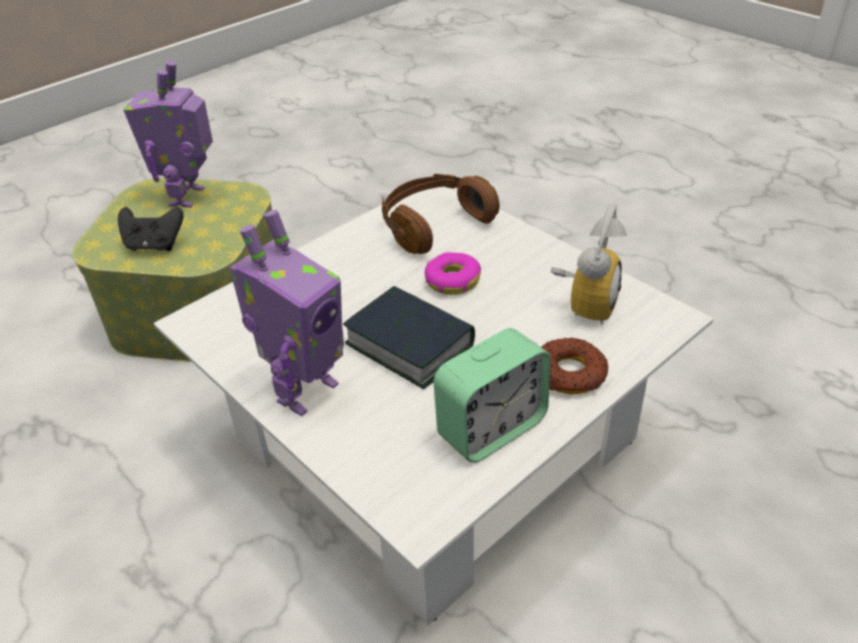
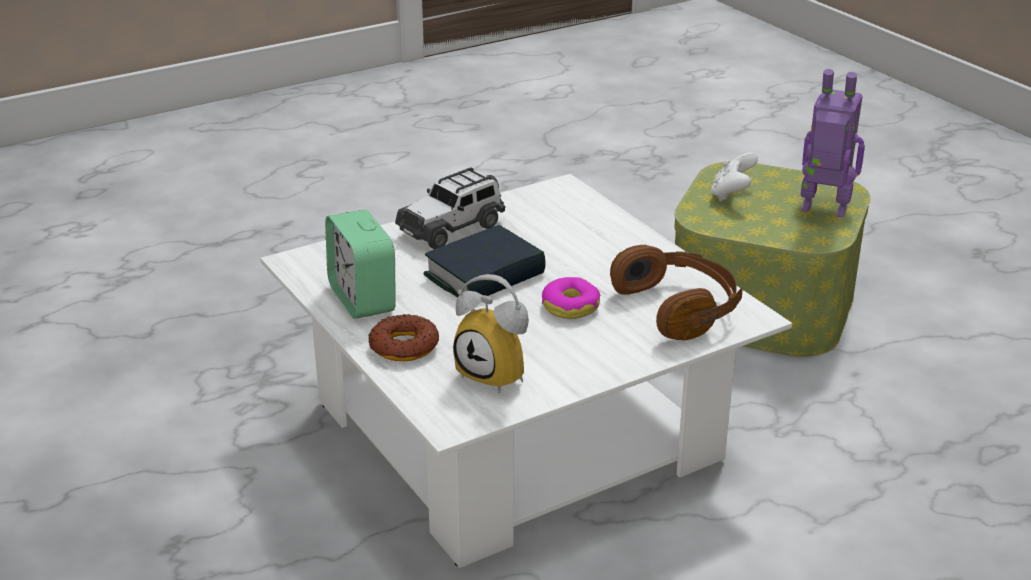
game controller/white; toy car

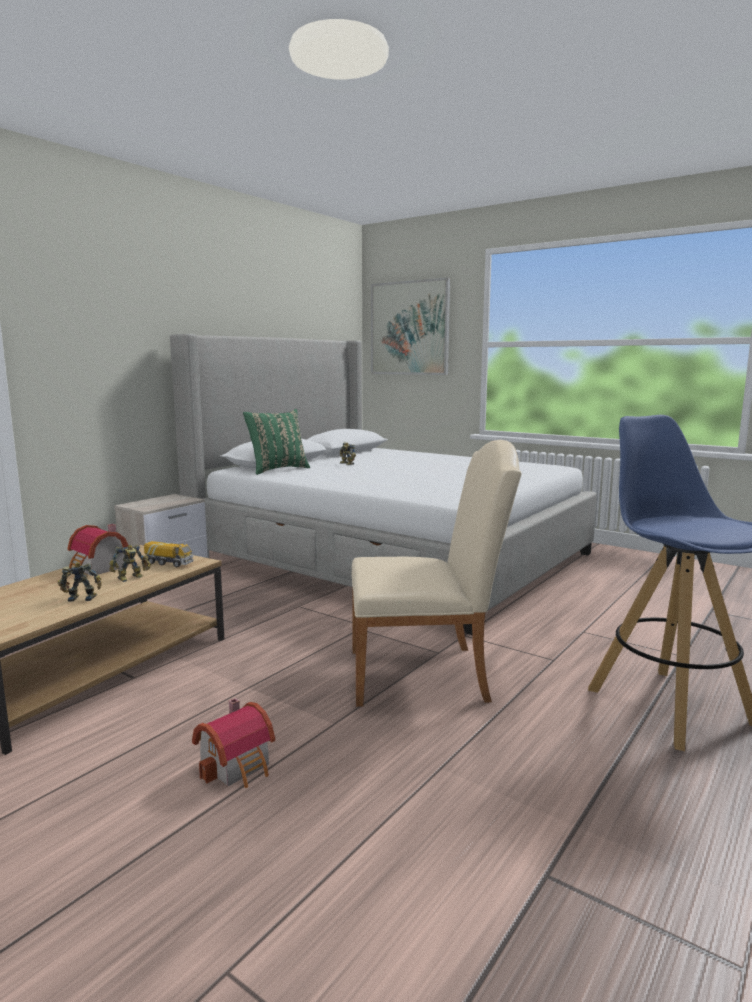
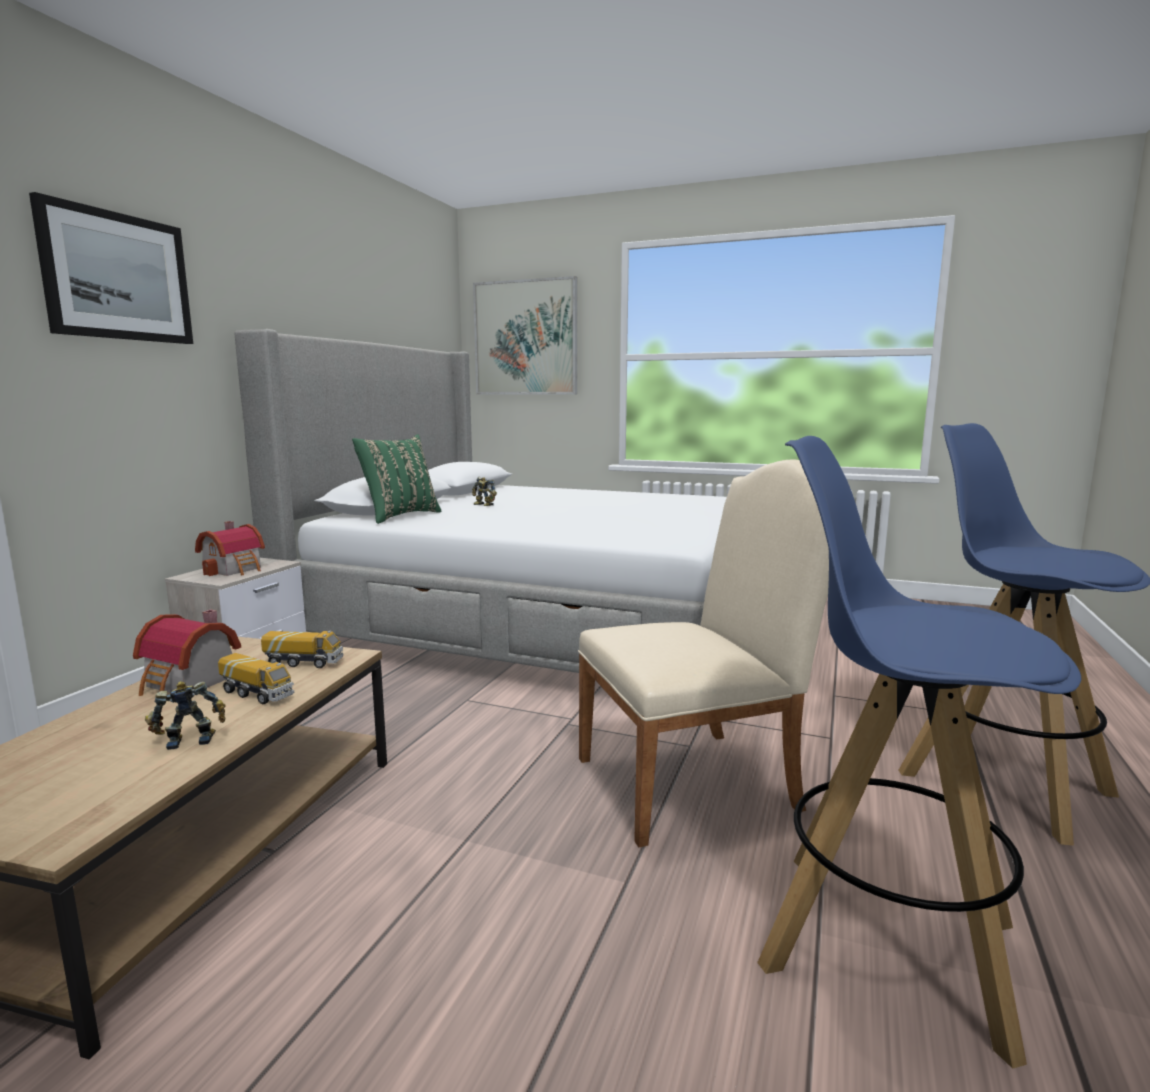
toy truck (no. 1 from left); toy house (no. 2 from left); picture (no. 1 from left); stool/blue (no. 1 from left)

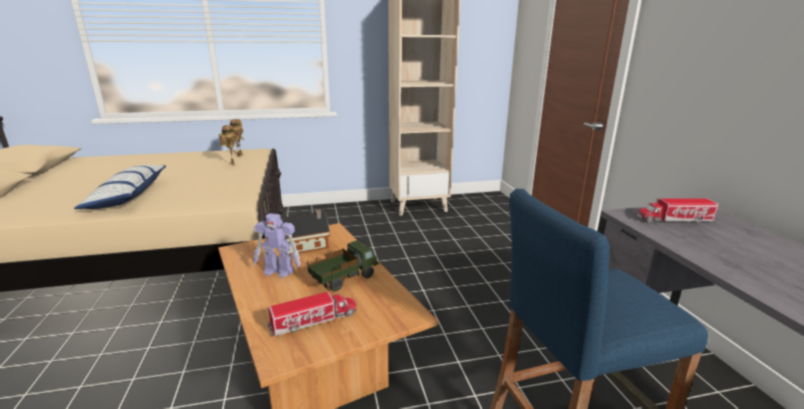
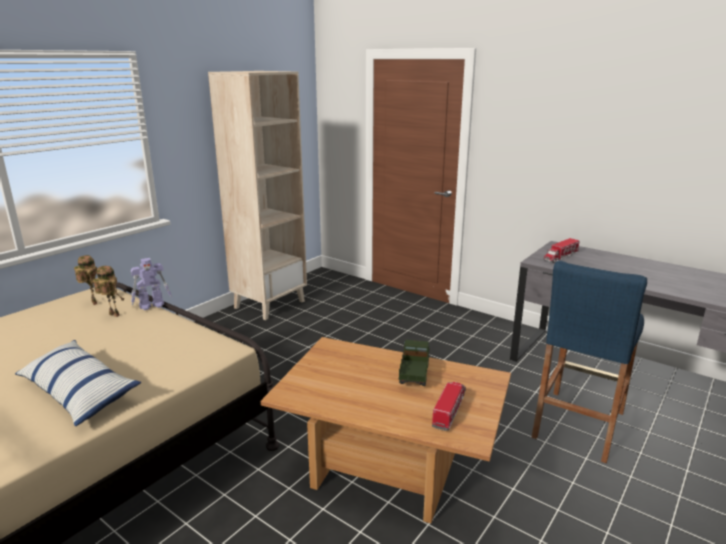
toy house; toy robot (no. 3 from left)

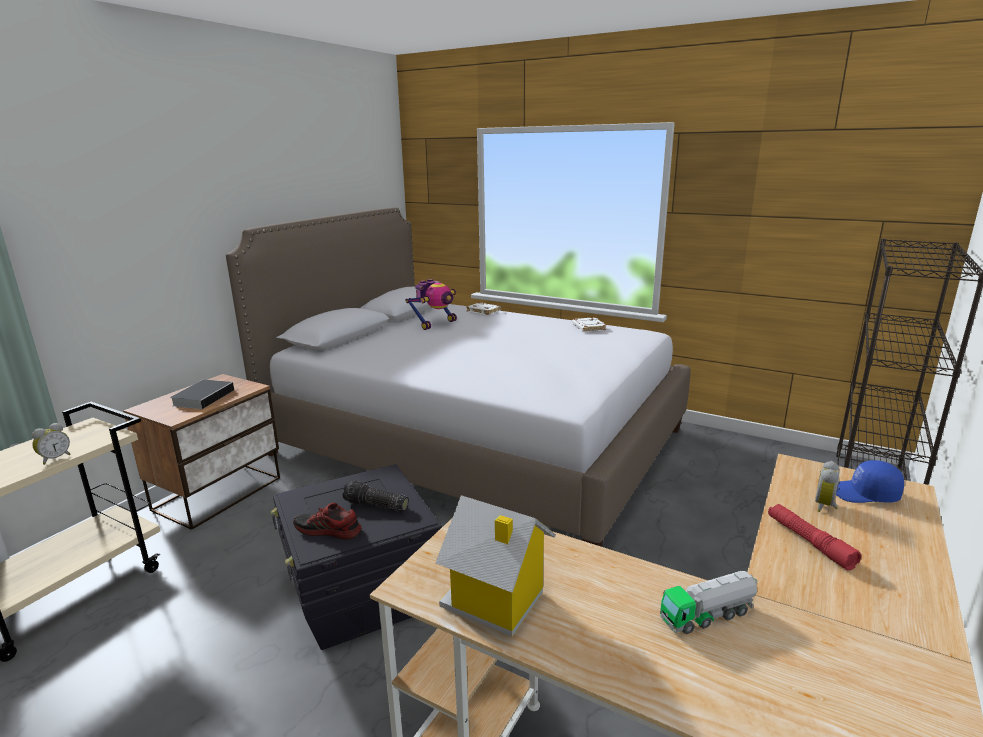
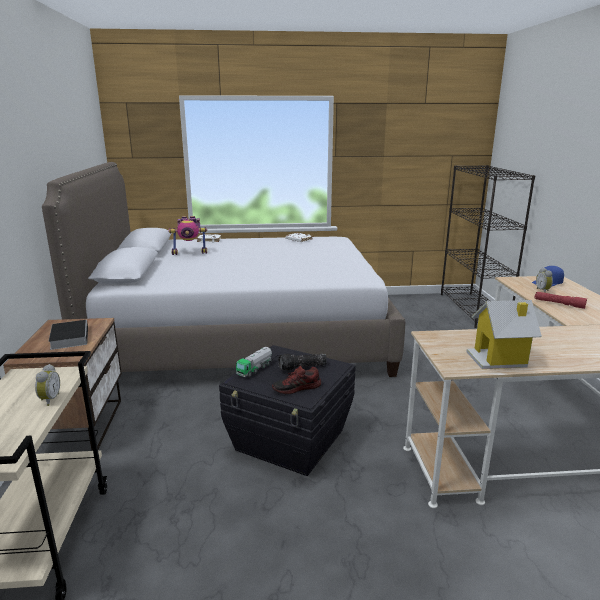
toy robot; toy truck

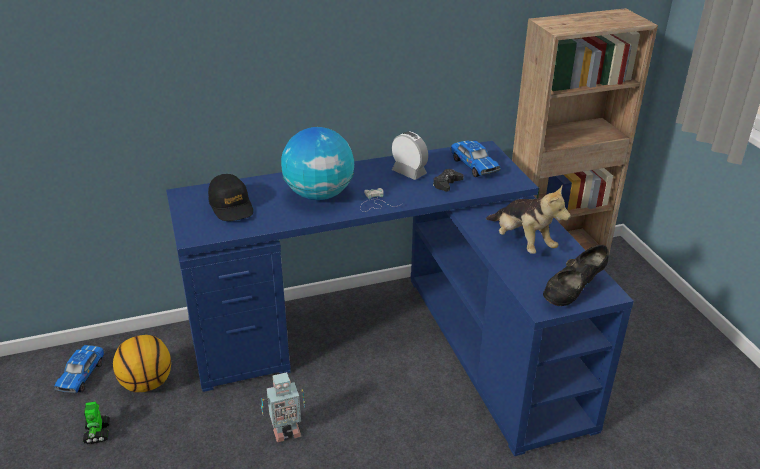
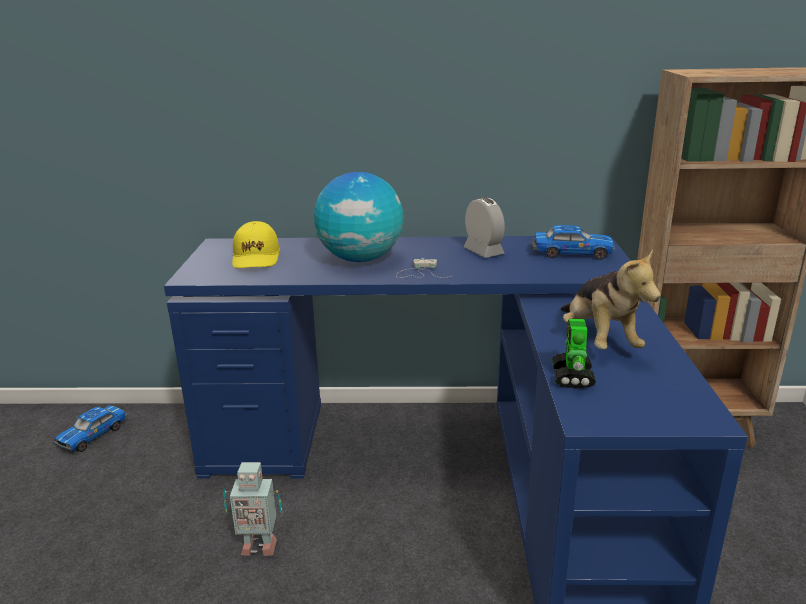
toy car (no. 2 from left); game controller/black; cap/yellow; shoe/black; basketball; toy robot (no. 2 from left)

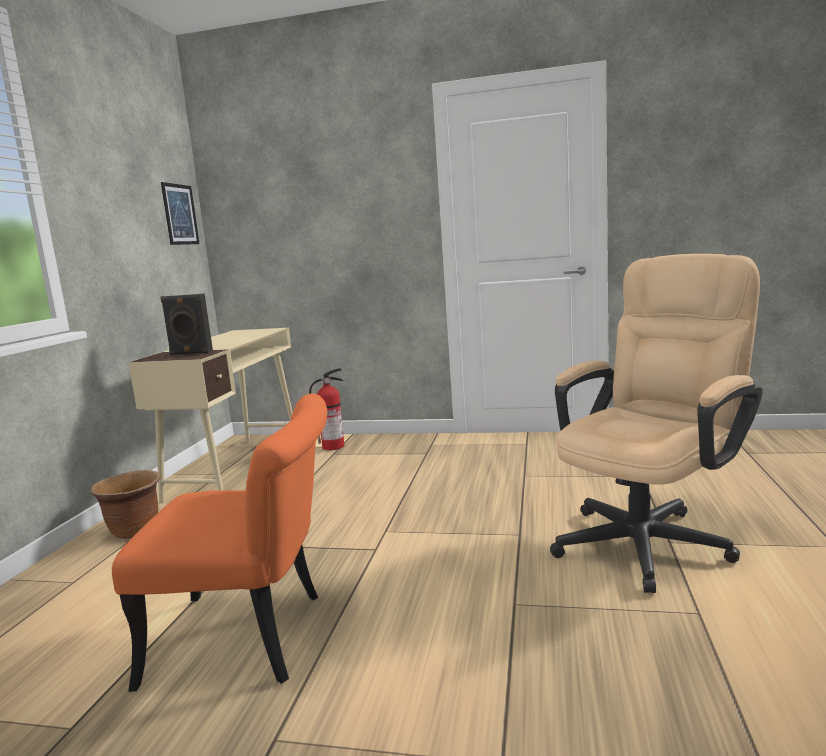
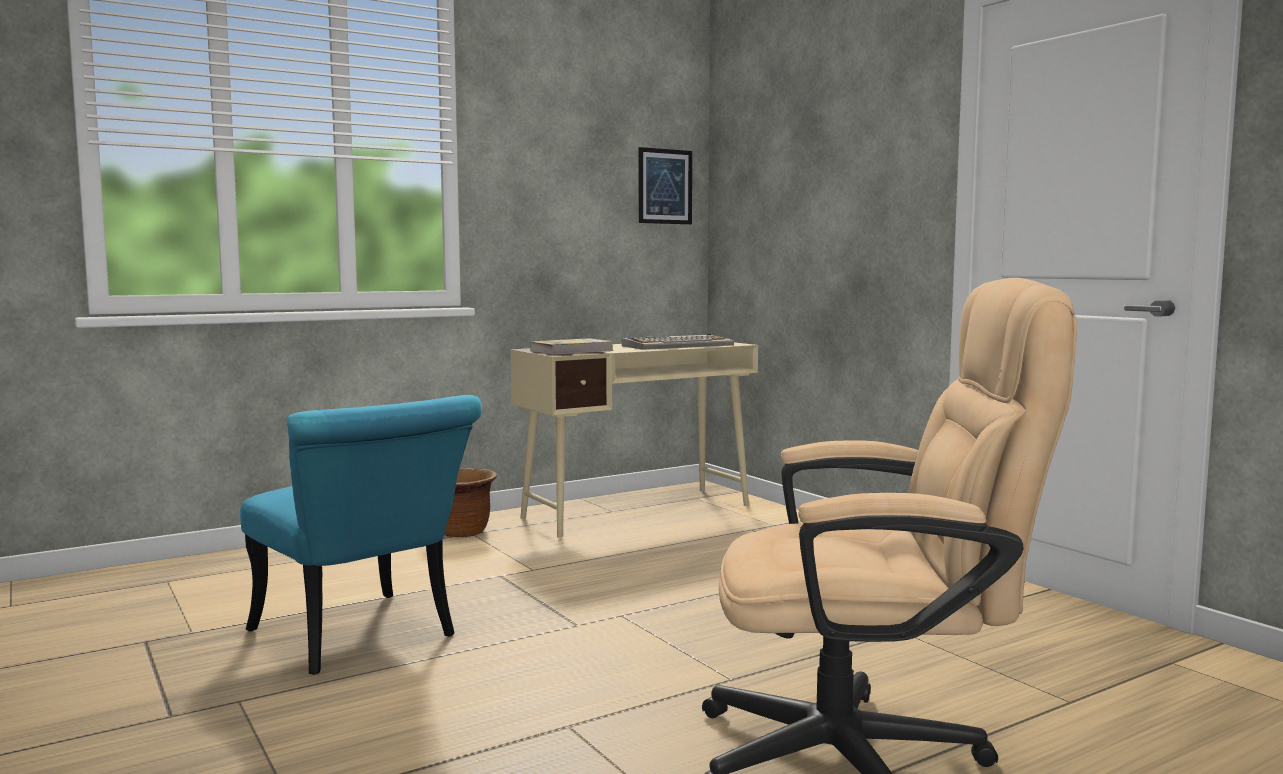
book; fire extinguisher; chair/turquoise; keyboard

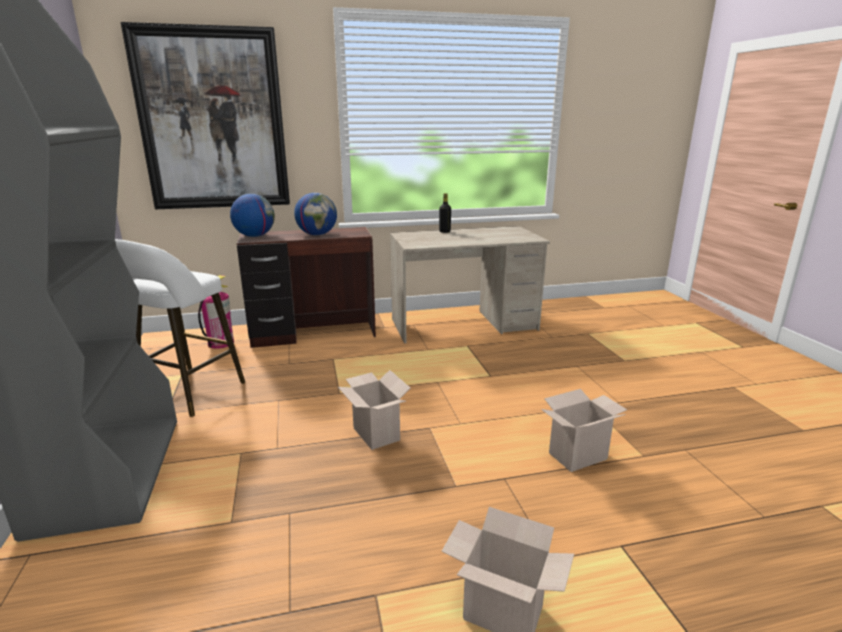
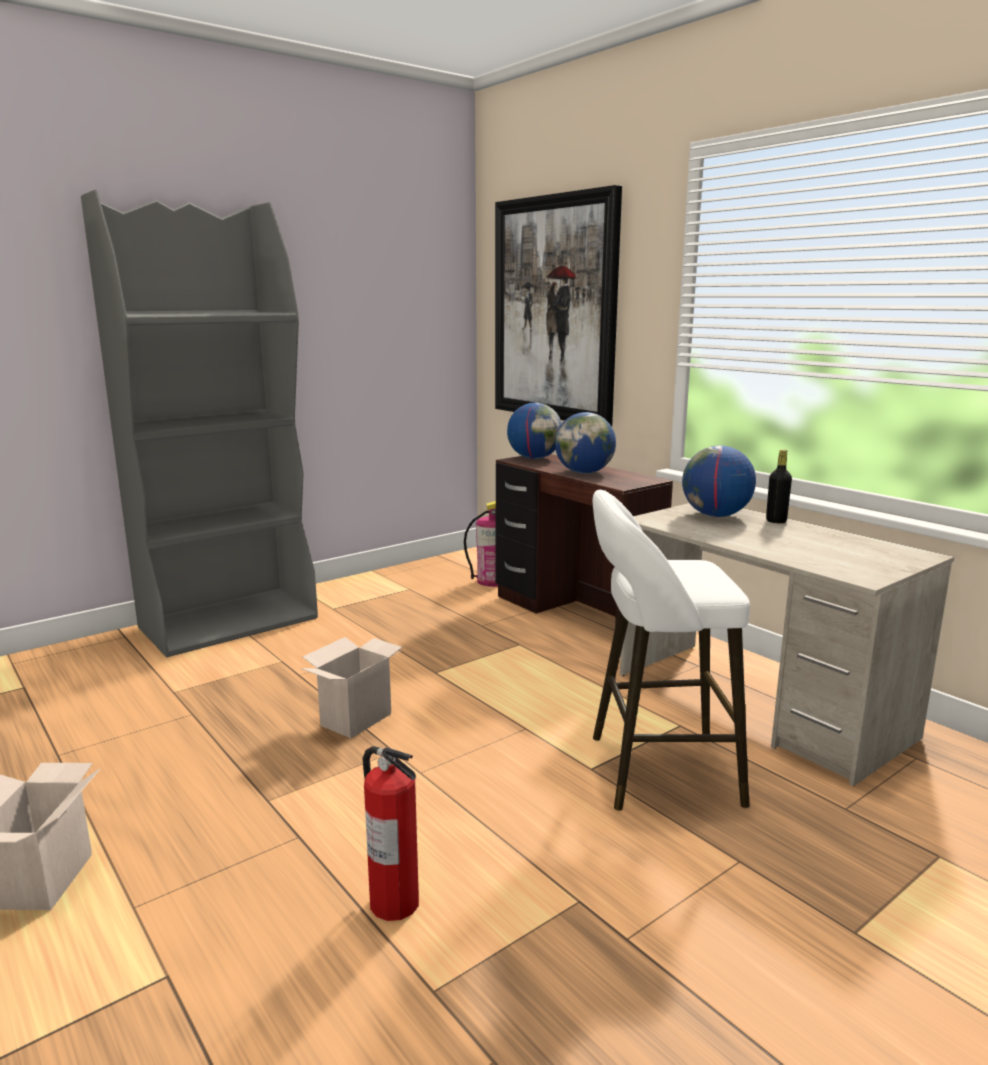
stool/white; fire extinguisher (no. 1 from left); globe (no. 3 from left)

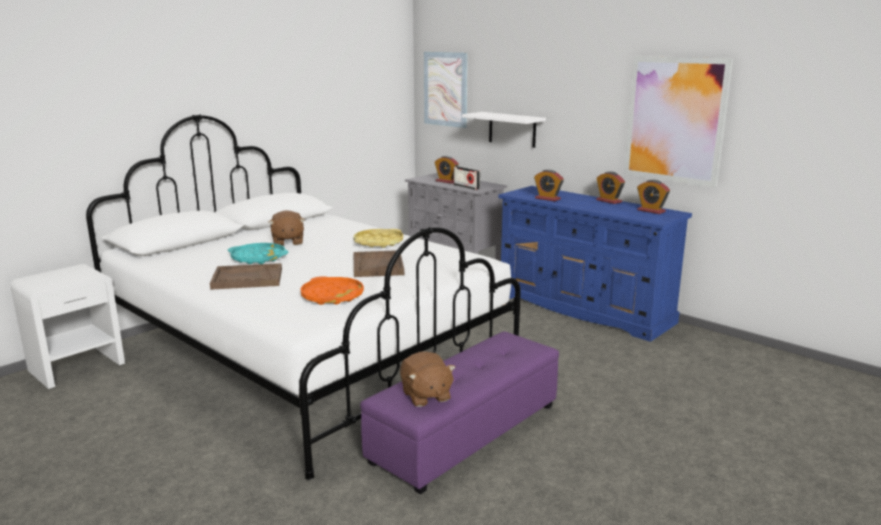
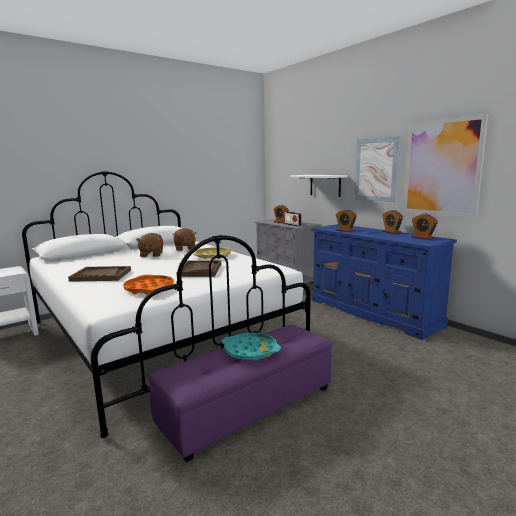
picture (no. 1 from left); tray/turquoise; plush toy/brown (no. 2 from left)

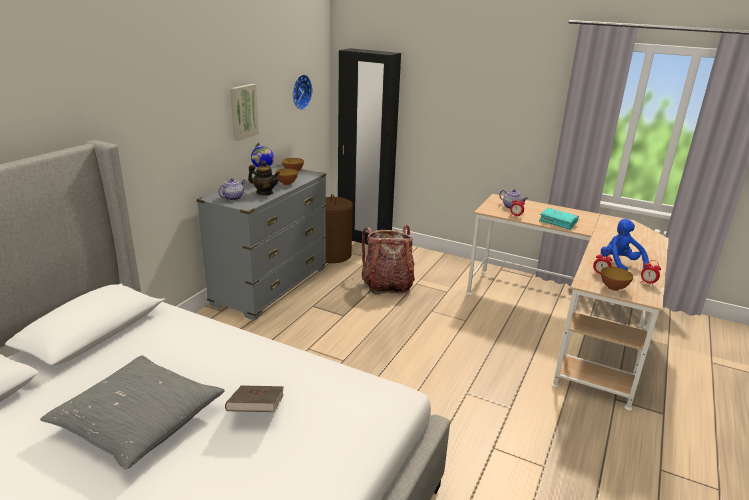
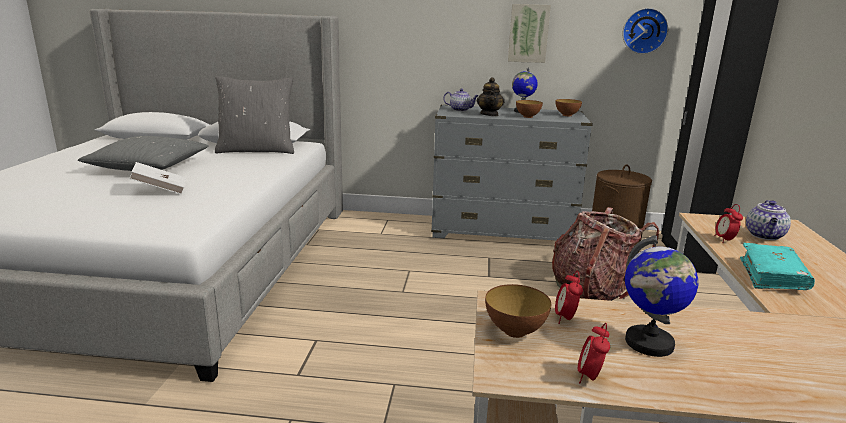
globe (no. 2 from left); book/white; pillow/grey (no. 2 from left)

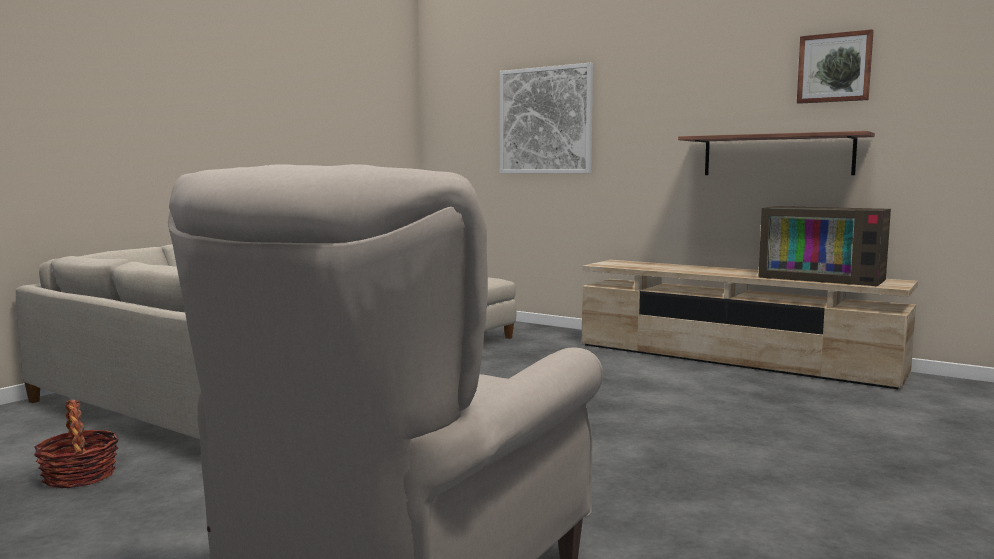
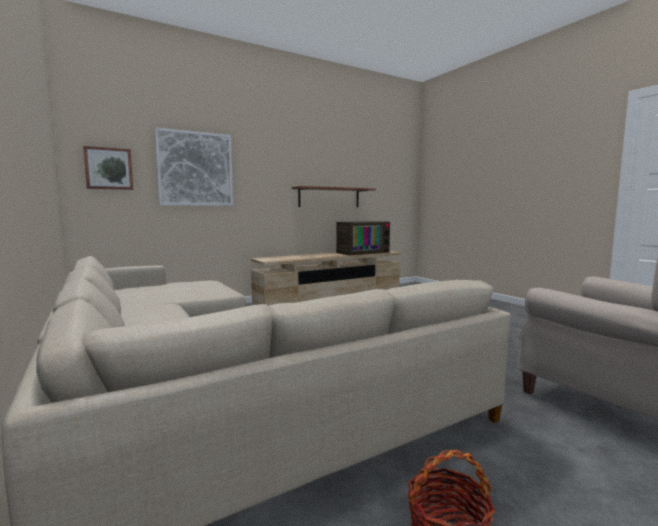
picture (no. 1 from left)

